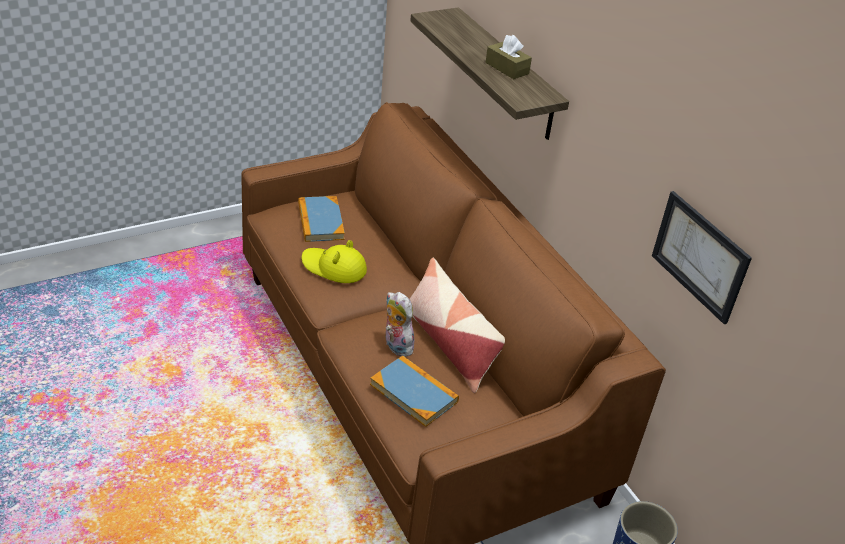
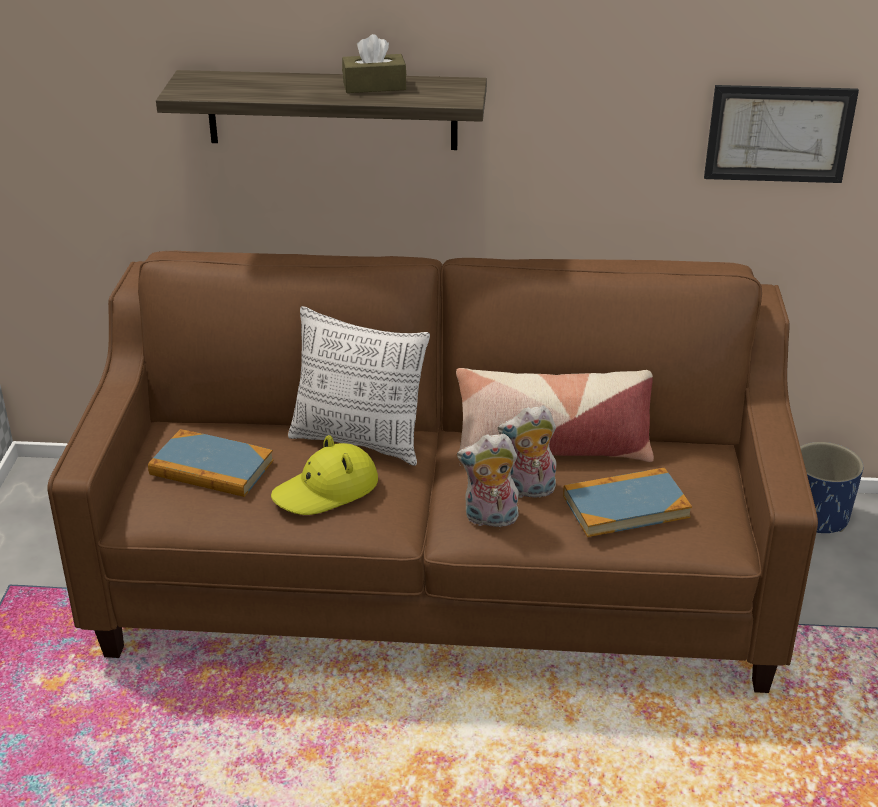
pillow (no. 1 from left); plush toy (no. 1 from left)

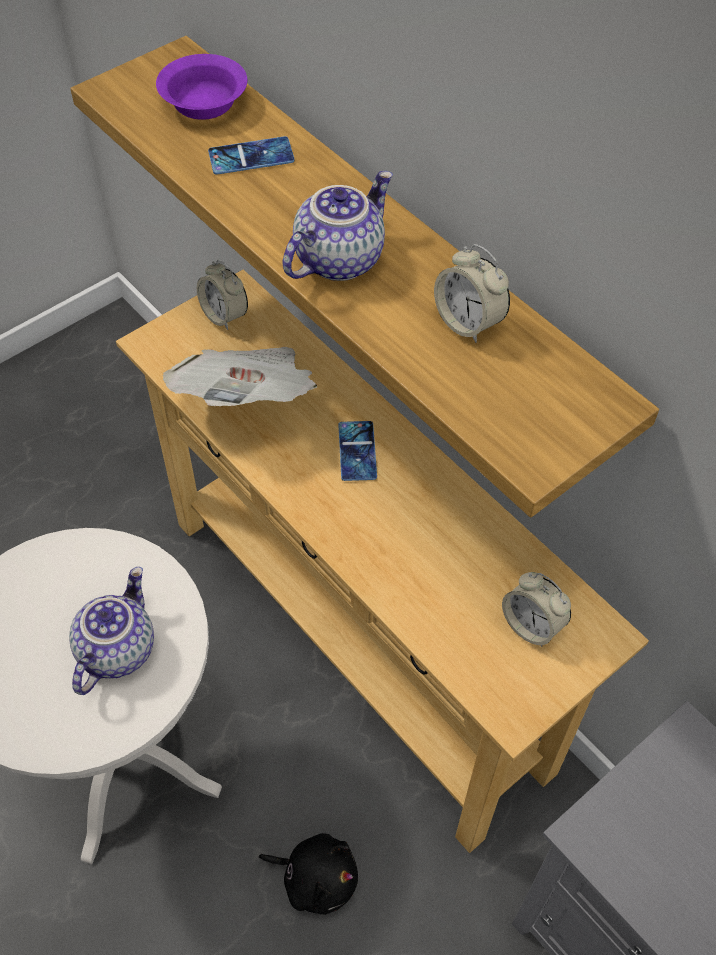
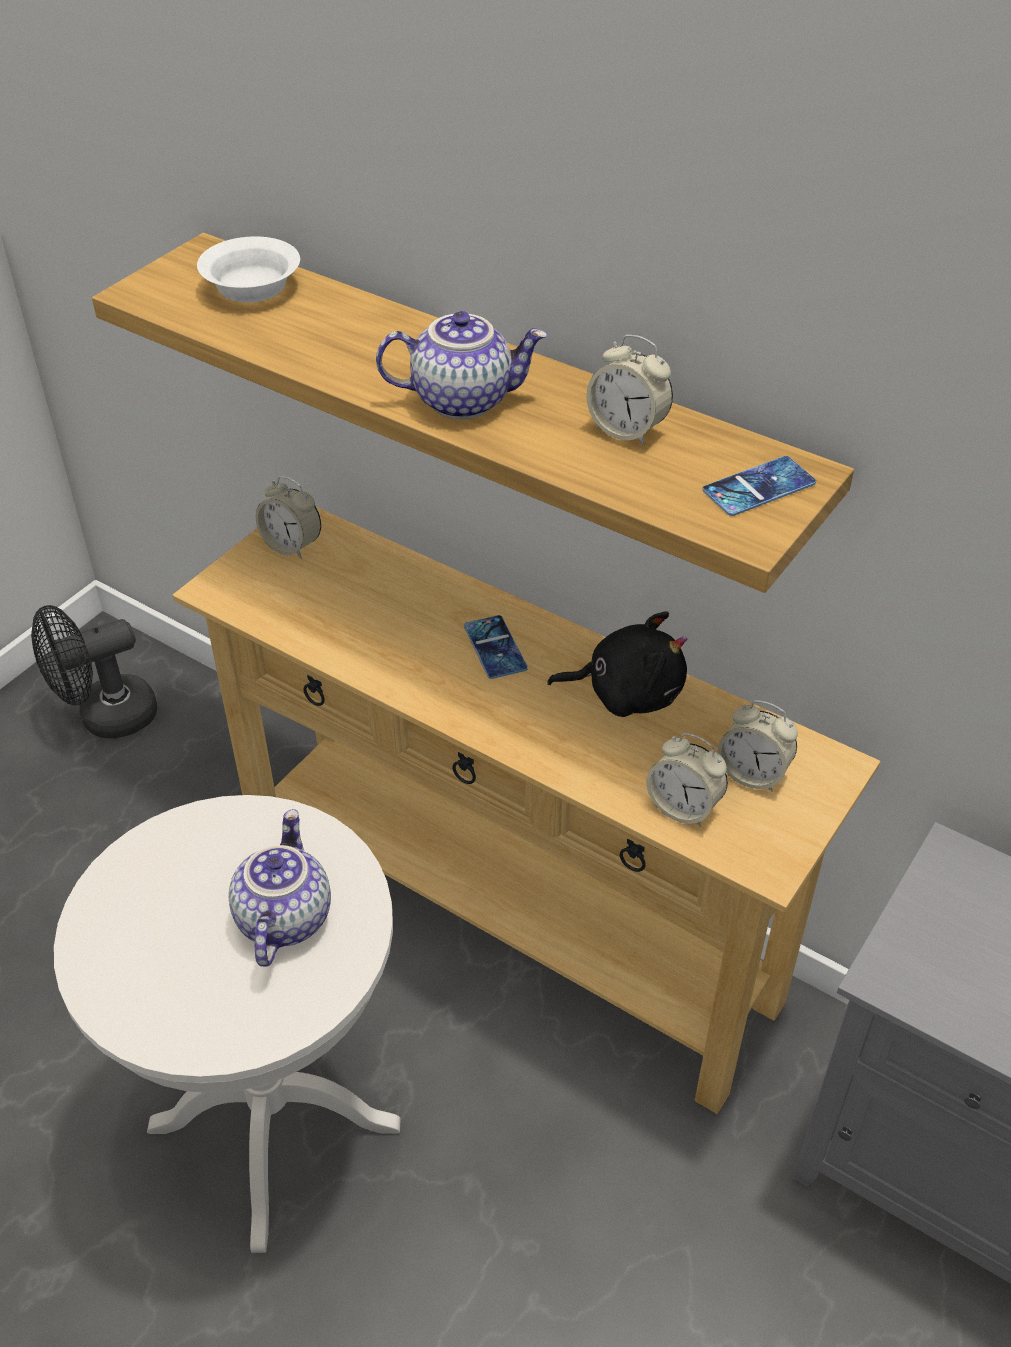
bowl/white; phone (no. 2 from left); teapot (no. 2 from left); newspaper; plush toy/black; fan/black; alarm clock (no. 3 from left)

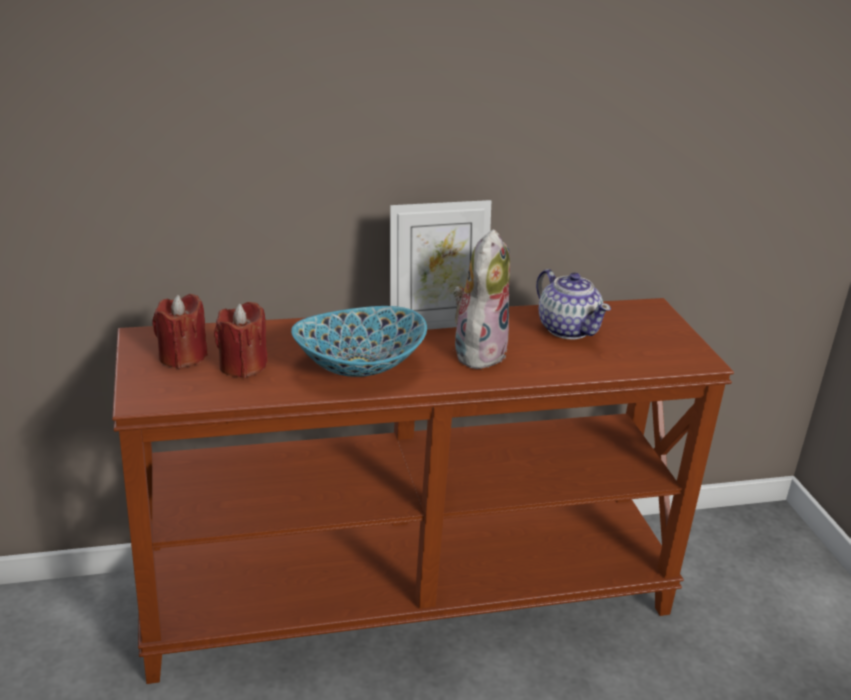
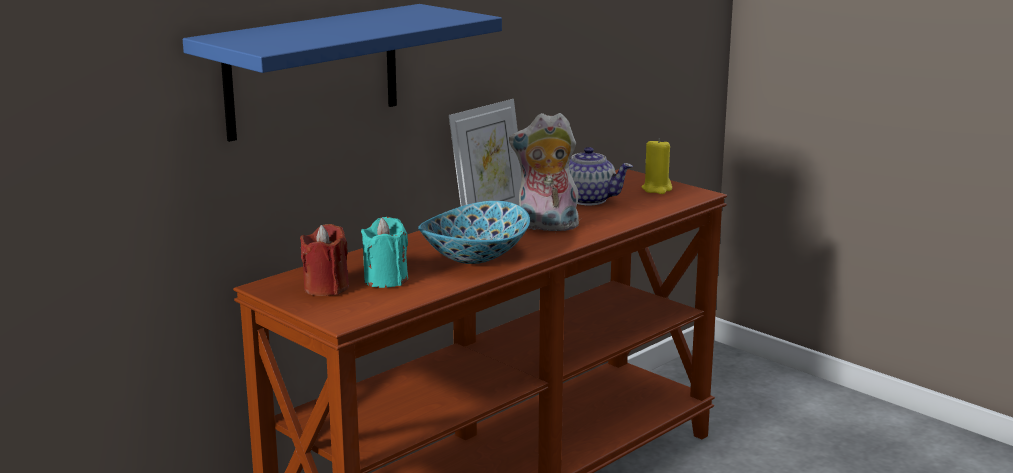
plush toy; candle/turquoise; shelf/blue; candle/yellow

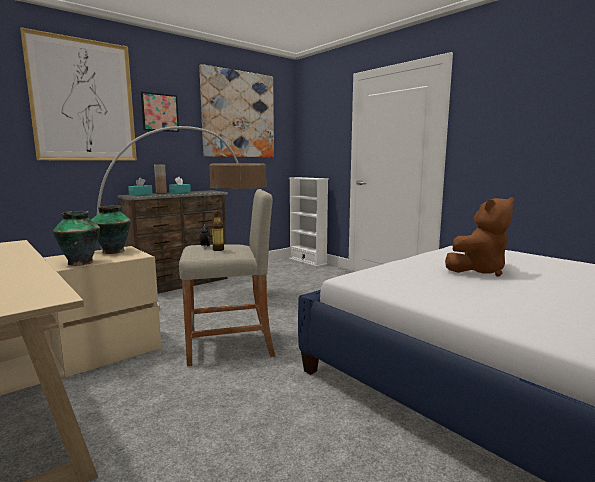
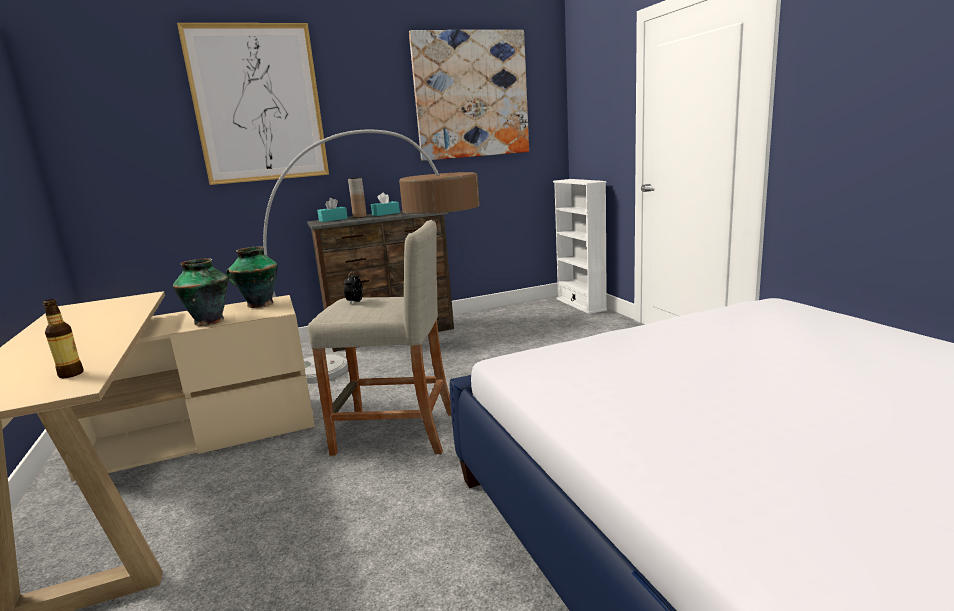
picture (no. 2 from left in the first image); plush toy/brown; bottle

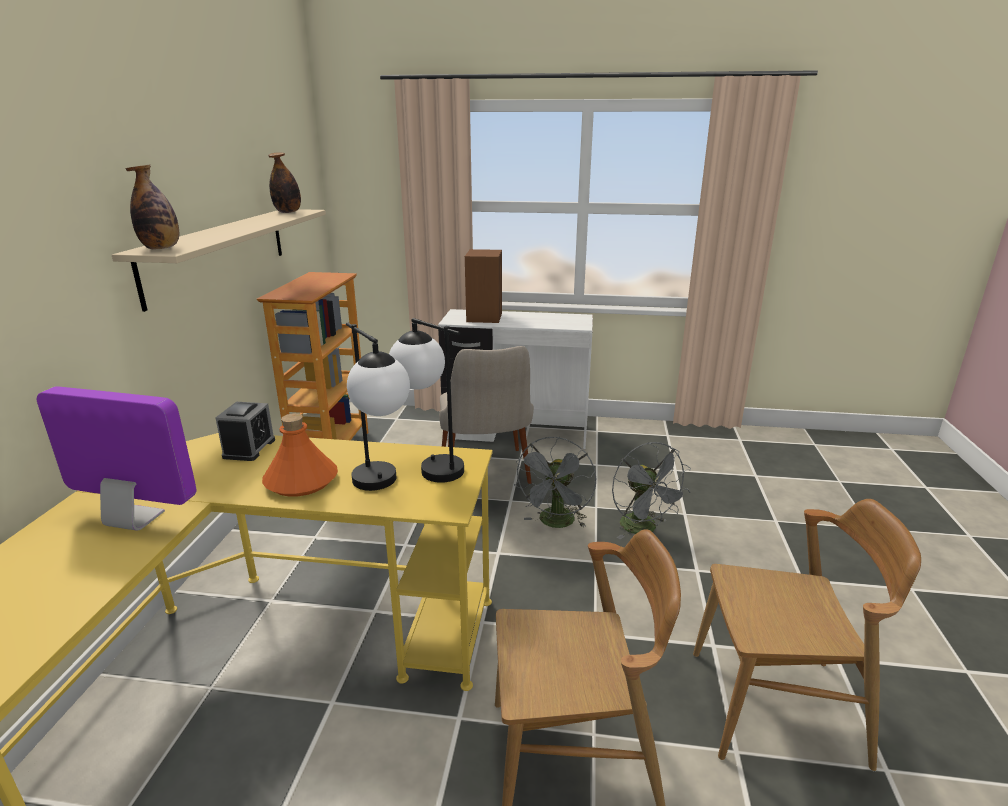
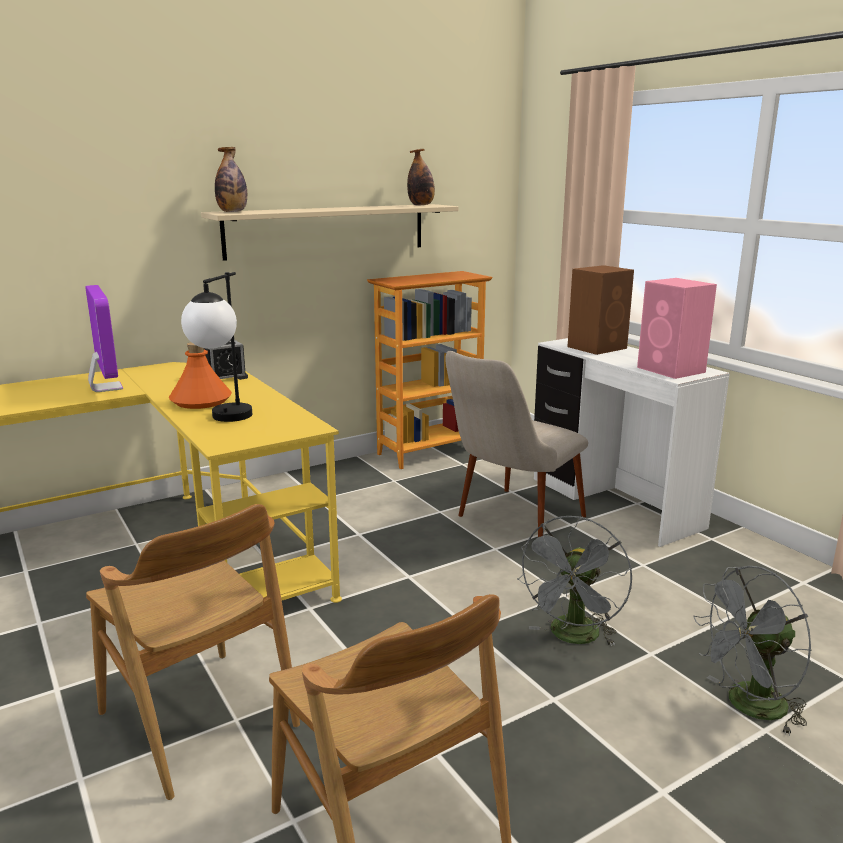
table lamp (no. 2 from left in the first image); fan/grey (no. 2 from left); speaker/pink

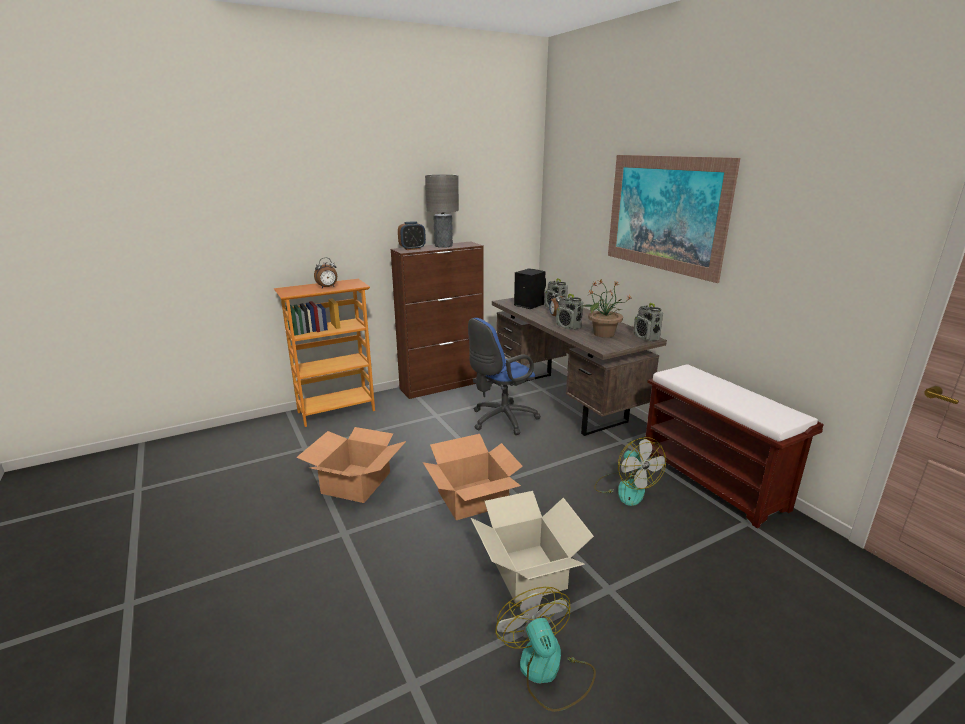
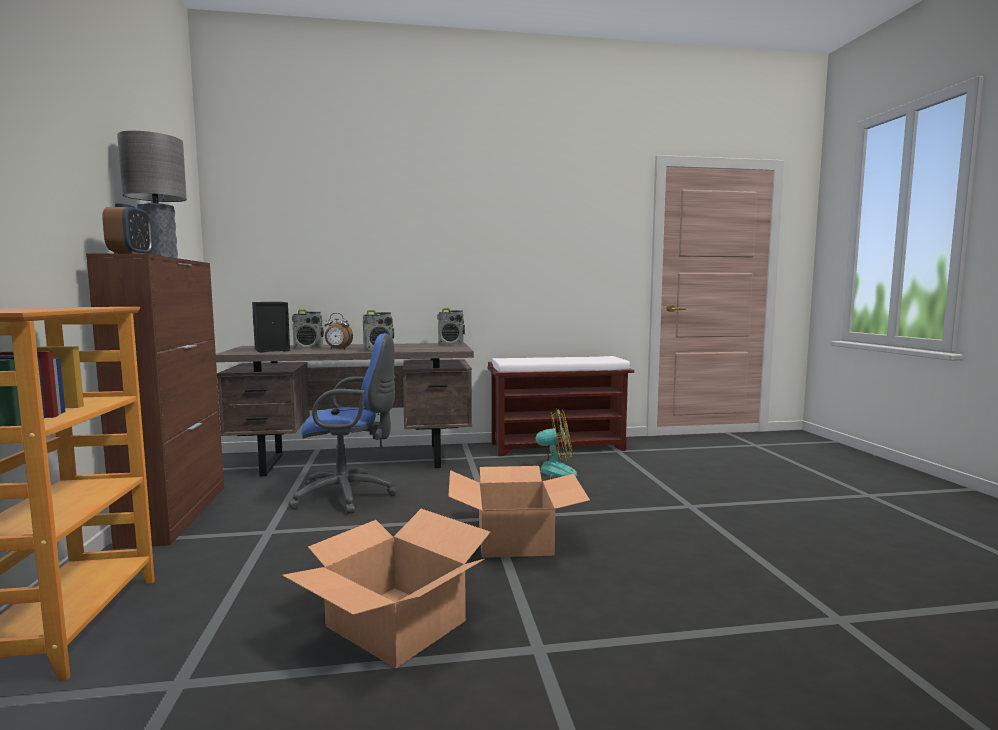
picture; alarm clock (no. 1 from left in the first image); potted plant; office chair/blue; cardboard box (no. 3 from left in the first image); fan (no. 1 from left in the first image)

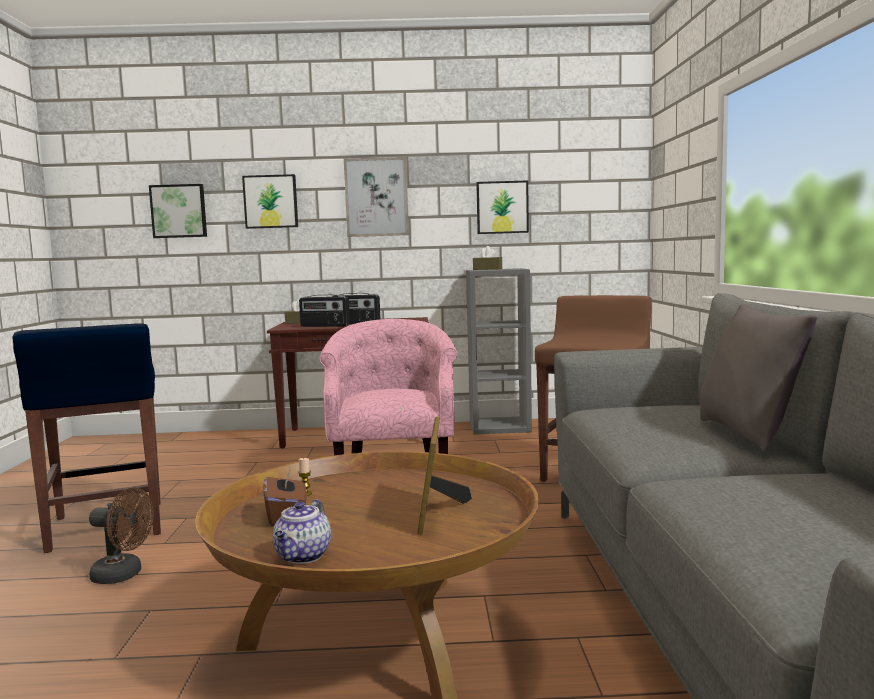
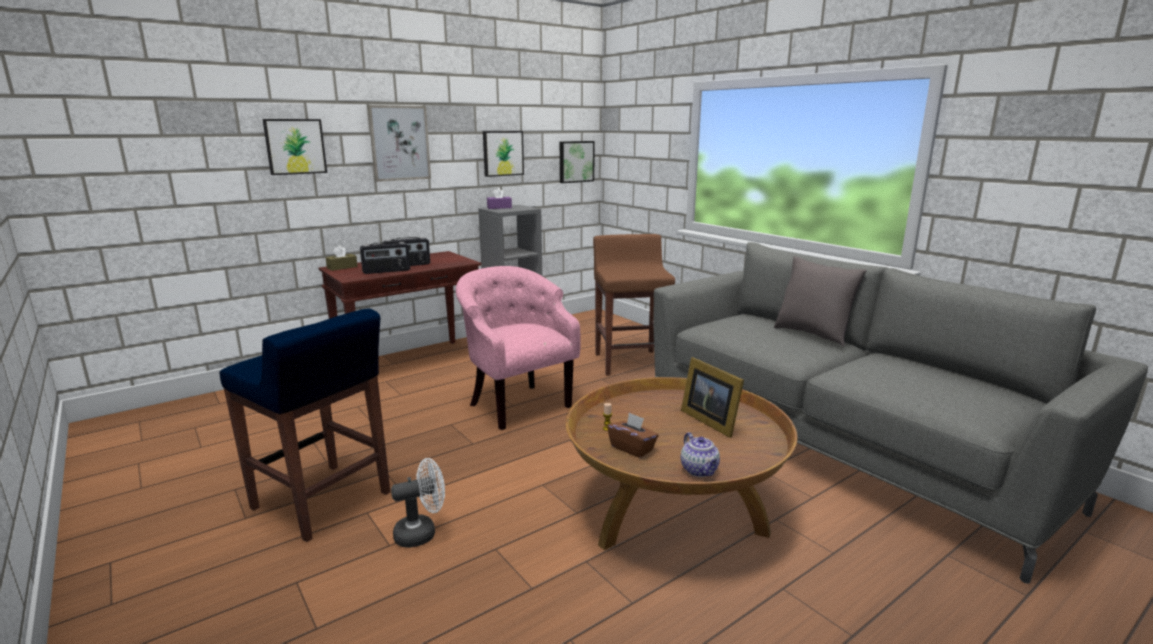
picture (no. 4 from left); tissue box/purple; fan/white

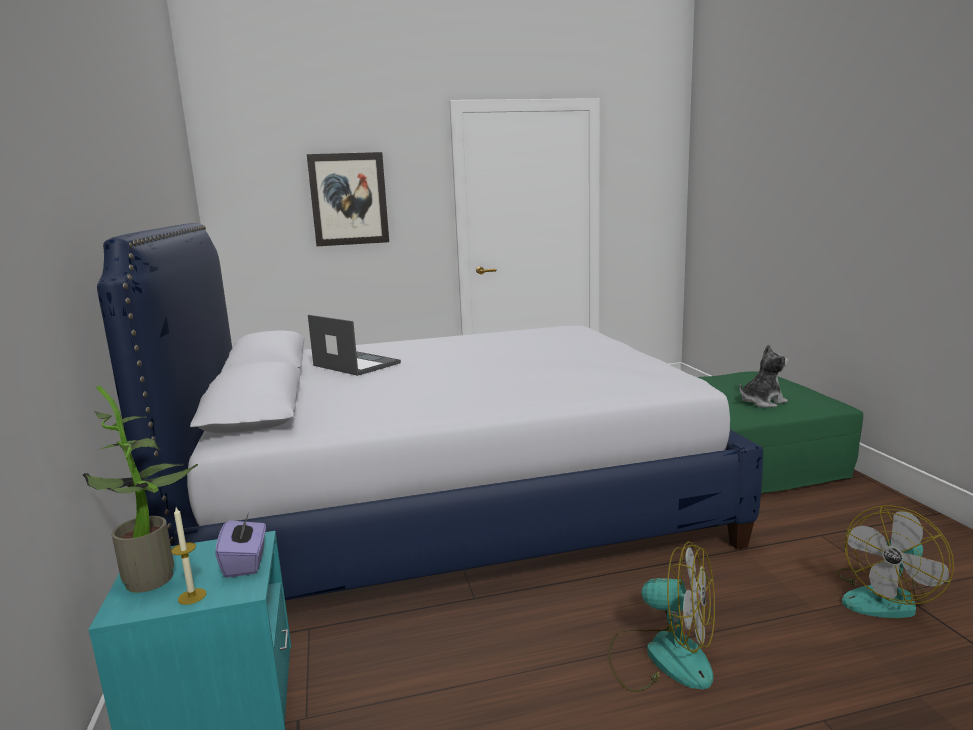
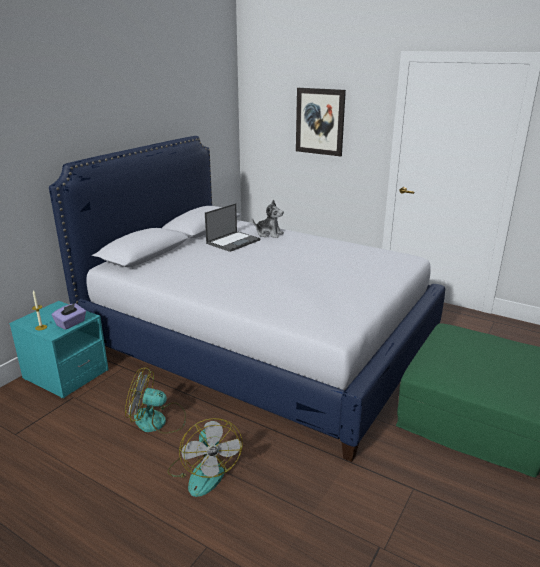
laptop; plush toy; potted plant; fan (no. 1 from left)

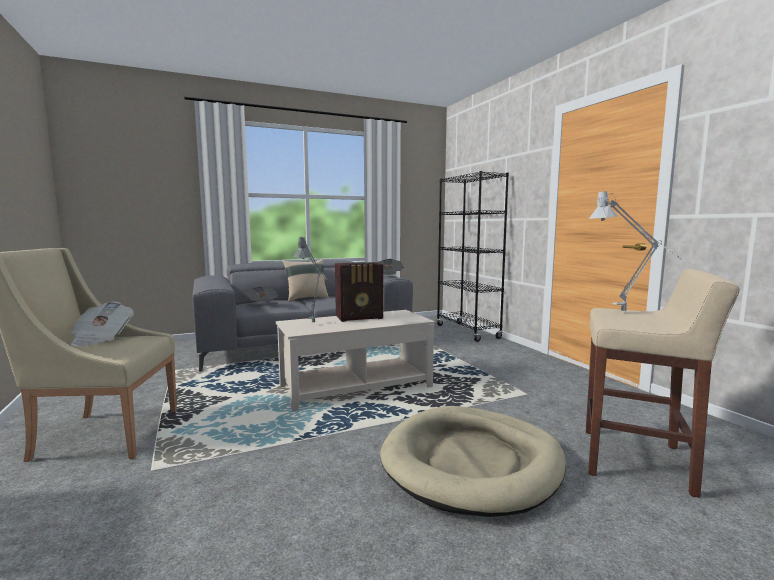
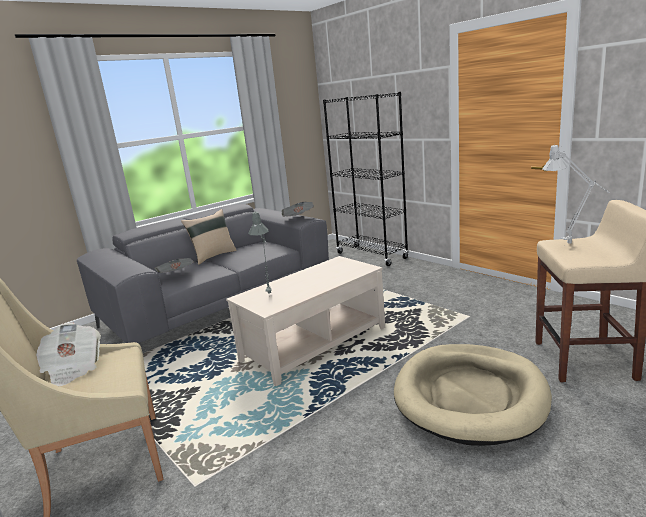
radio

